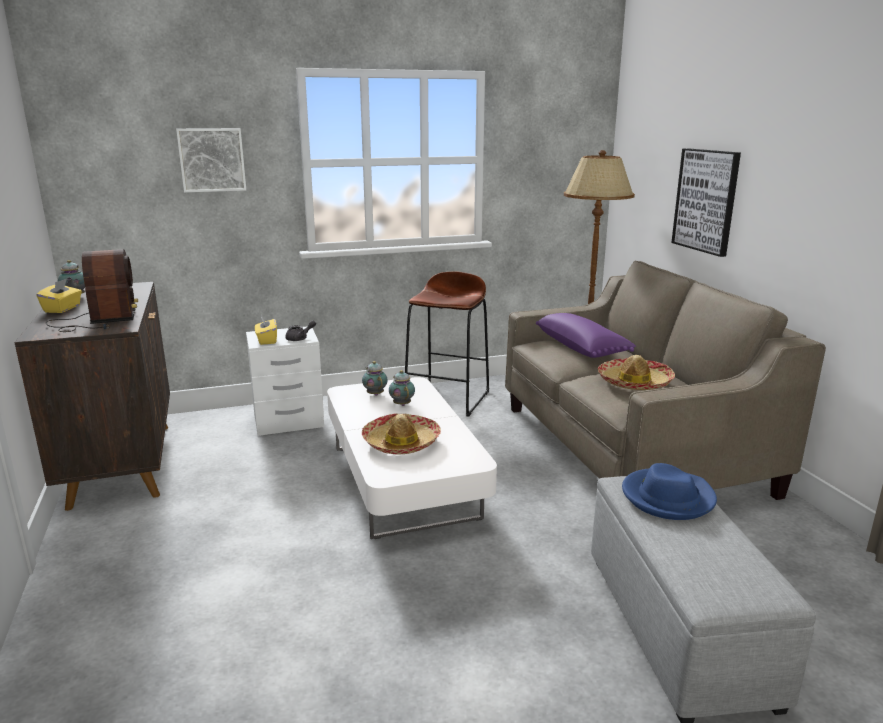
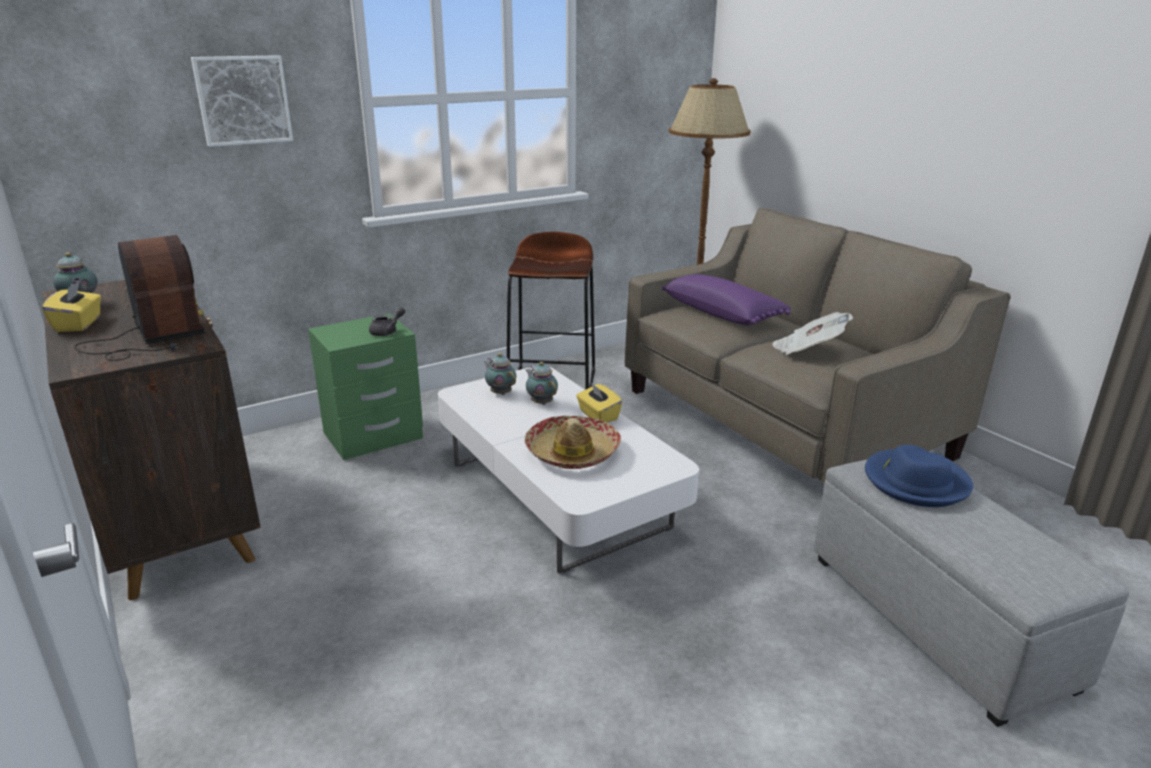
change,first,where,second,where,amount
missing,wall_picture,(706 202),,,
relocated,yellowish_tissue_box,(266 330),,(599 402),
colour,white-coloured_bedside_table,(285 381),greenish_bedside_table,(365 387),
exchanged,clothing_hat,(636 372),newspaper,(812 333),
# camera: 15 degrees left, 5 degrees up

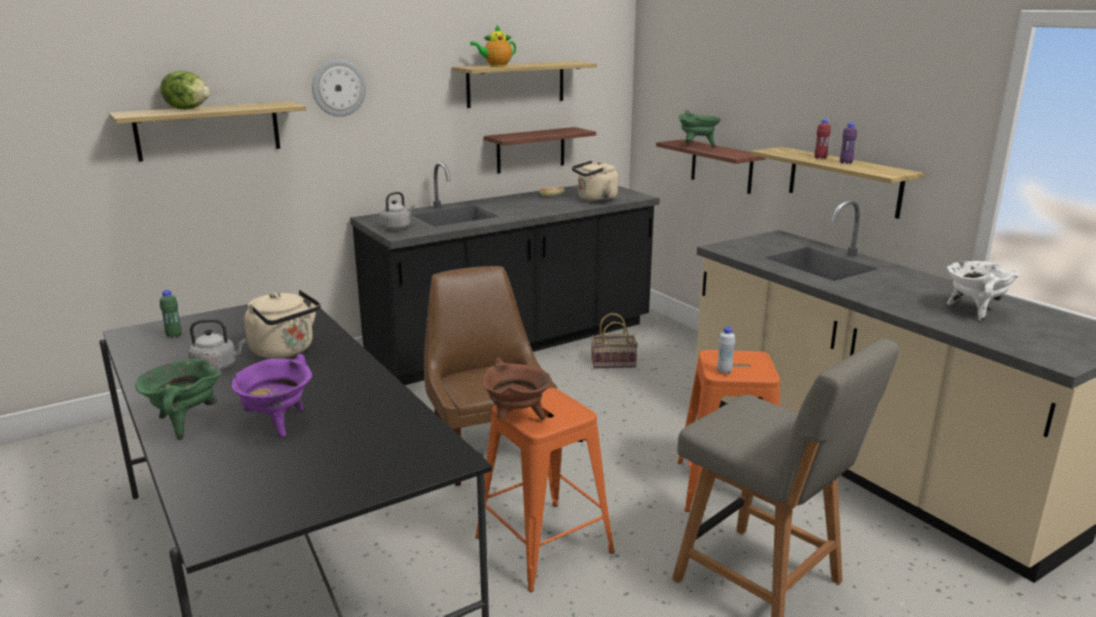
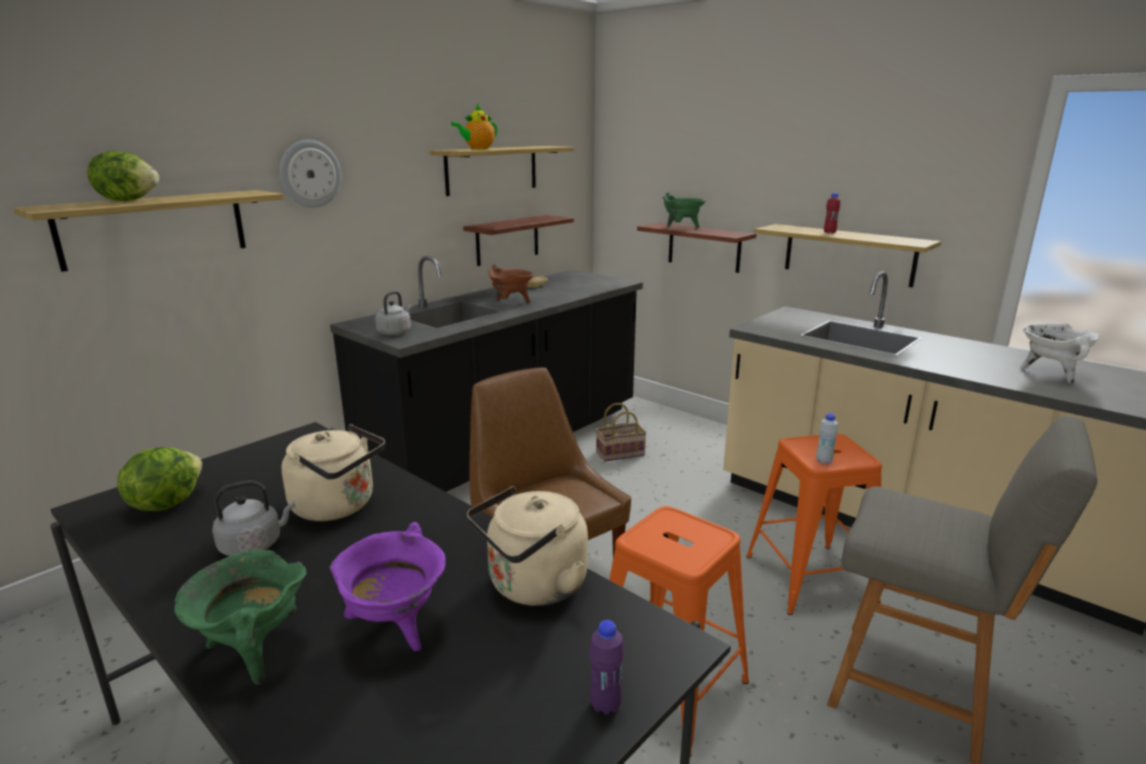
change,first,where,second,where,amount
relocated,purple_bottle,(848 143),,(606 667),
relocated,sand-coloured_tea_kettle,(595 181),,(527 546),
exchanged,greenish_bottle,(171 314),head_of_lettuce,(159 479),
relocated,brown_cooking_pot,(517 389),,(511 283),
# camera: 15 degrees left, 0 degrees up

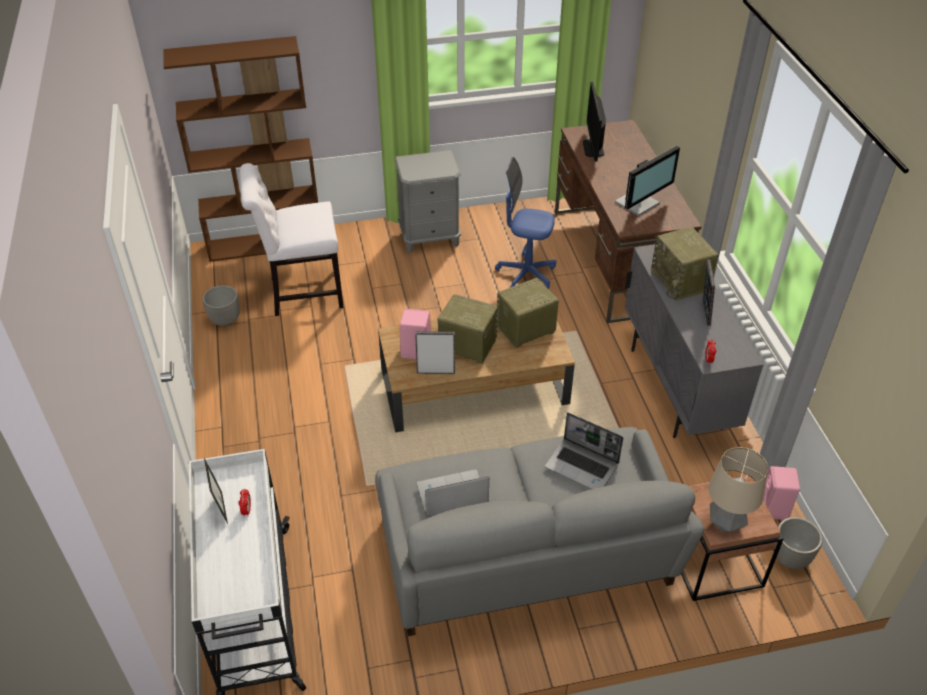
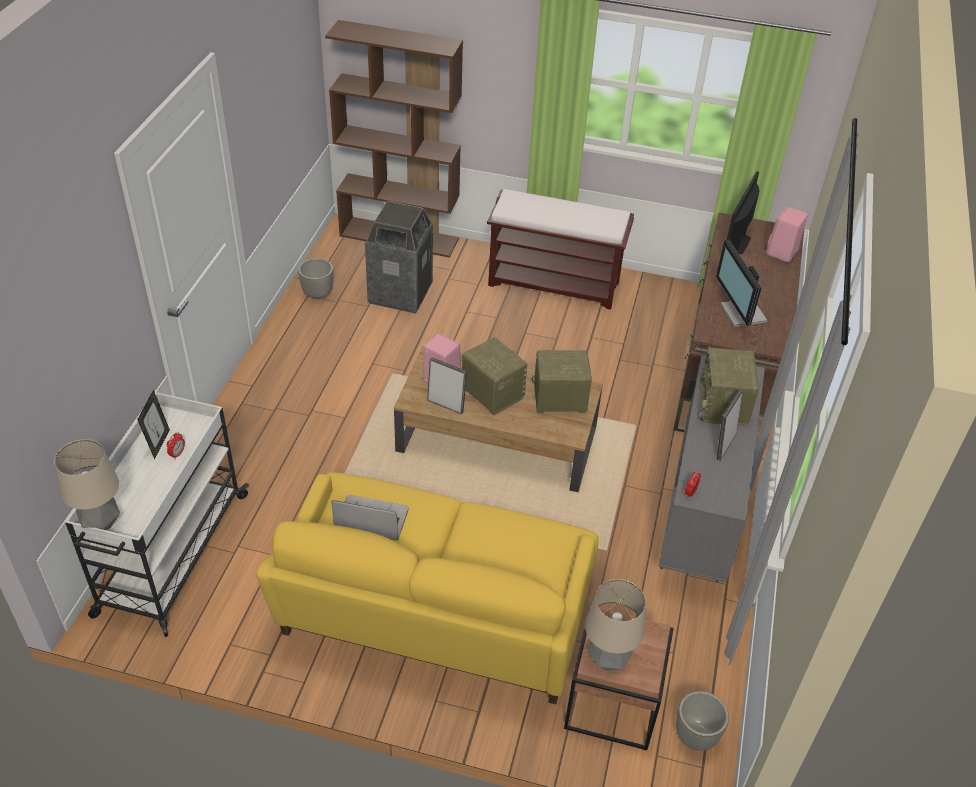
change,first,where,second,where,amount
spun,computer_display,(647 181),,(742 283),90 degrees clockwise
exchanged,grey_bedside_table,(427 201),brown_long_seat,(560 249),
missing,blue-coloured_office_chair,(525 223),,,
exchanged,white-coloured_chair,(291 239),rubbish_bin,(399 257),
missing,notebook_computer,(584 450),,,
colour,grey_couch,(539 531),yellowish_couch,(427 588),
relocated,pinkish_audio_speaker,(781 493),,(787 234),
appeared,,,table_lamp,(87 484),
# camera: 25 degrees right, 0 degrees up

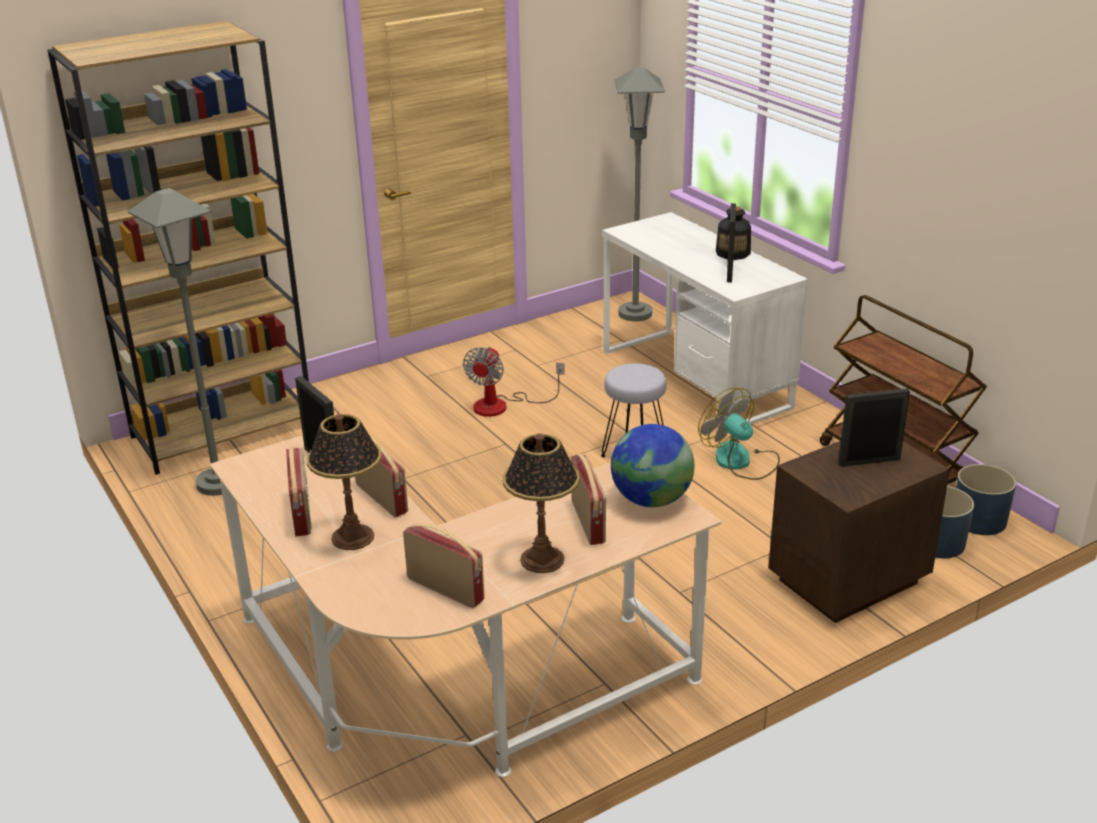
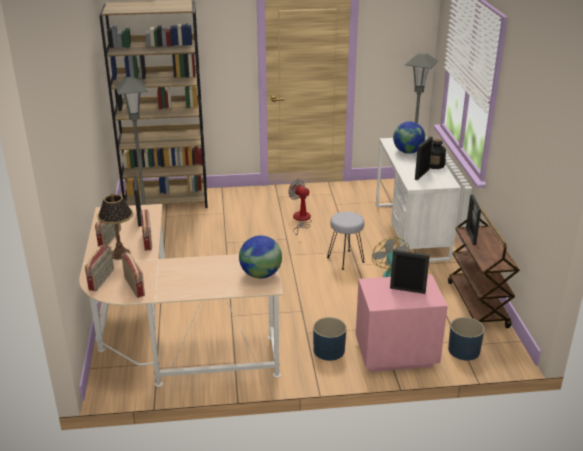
change,first,where,second,where,amount
spun,electric_fan,(514 381),,(300 207),90 degrees clockwise
missing,table_lamp,(541 503),,,
colour,brown_bedside_table,(859 532),pinkish_bedside_table,(402 323),
relocated,radio,(588 499),,(99 268),
relocated,blue-coloured_flower_pot,(986 499),,(329 339),
appeared,,,desk_globe,(409 138),
appeared,,,standing_frame,(473 220),
# camera: 25 degrees right, 0 degrees up

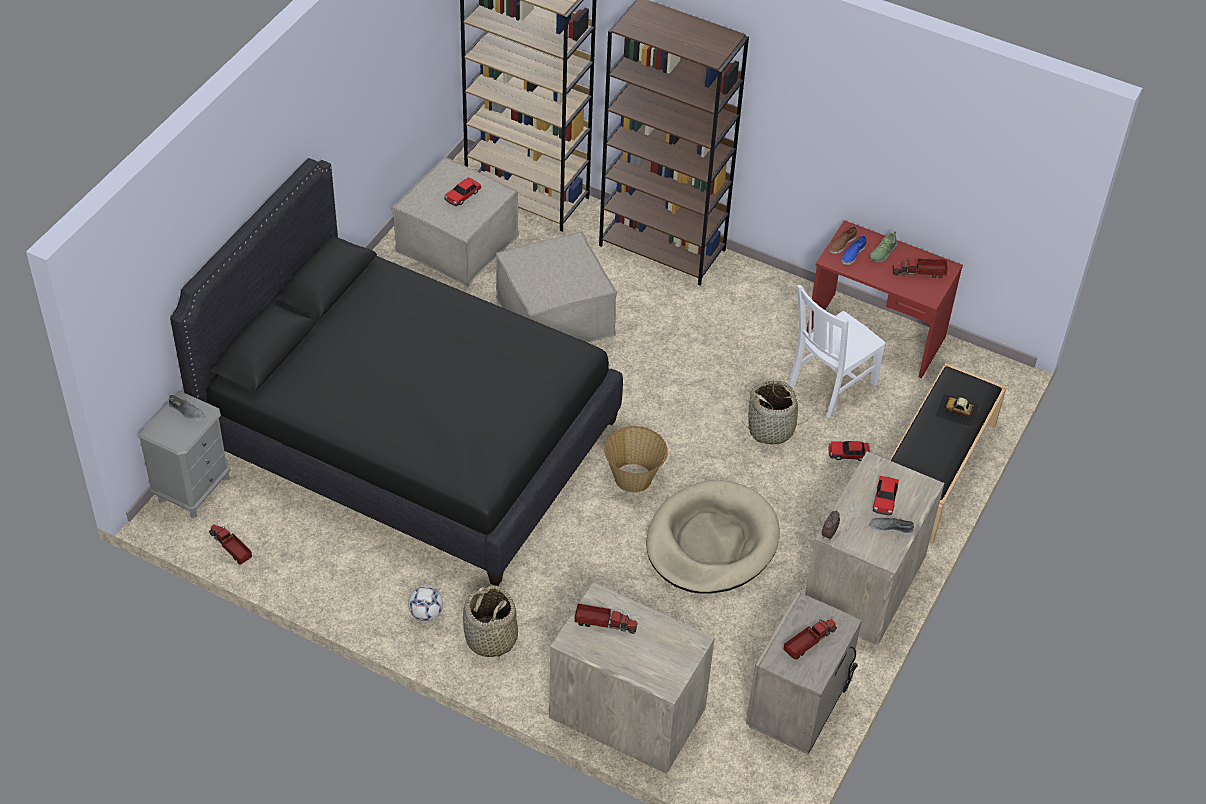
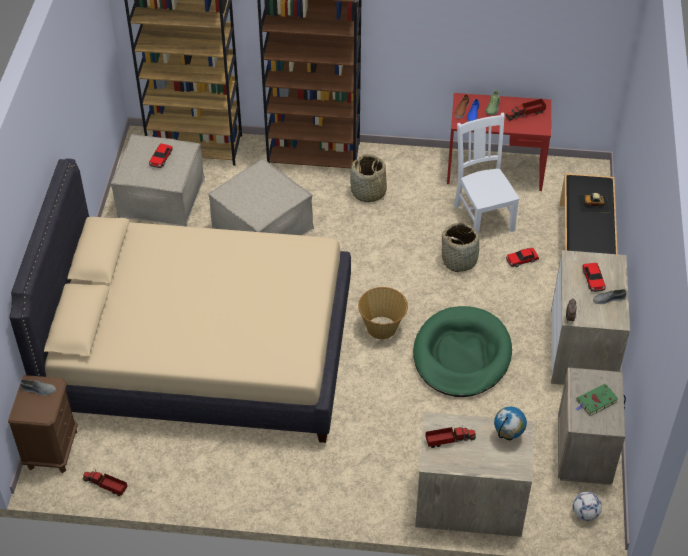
change,first,where,second,where,amount
colour,black-coloured_bed,(396 372),sand-coloured_bed,(180 301),
spun,white-coloured_chair,(837 351),,(486 173),135 degrees clockwise
colour,grey_bedside_table,(184 454),brown_bedside_table,(43 424),
colour,sand-coloured_pet_bed,(713 537),greenish_pet_bed,(462 351),
relocated,storage_basket,(490 622),,(368 178),
relocated,football_ball,(425 603),,(587 506),
exchanged,toy_truck,(810 639),greenish_volume,(597 400),
appeared,,,desk_globe,(510 423),
# camera: 20 degrees left, 0 degrees up

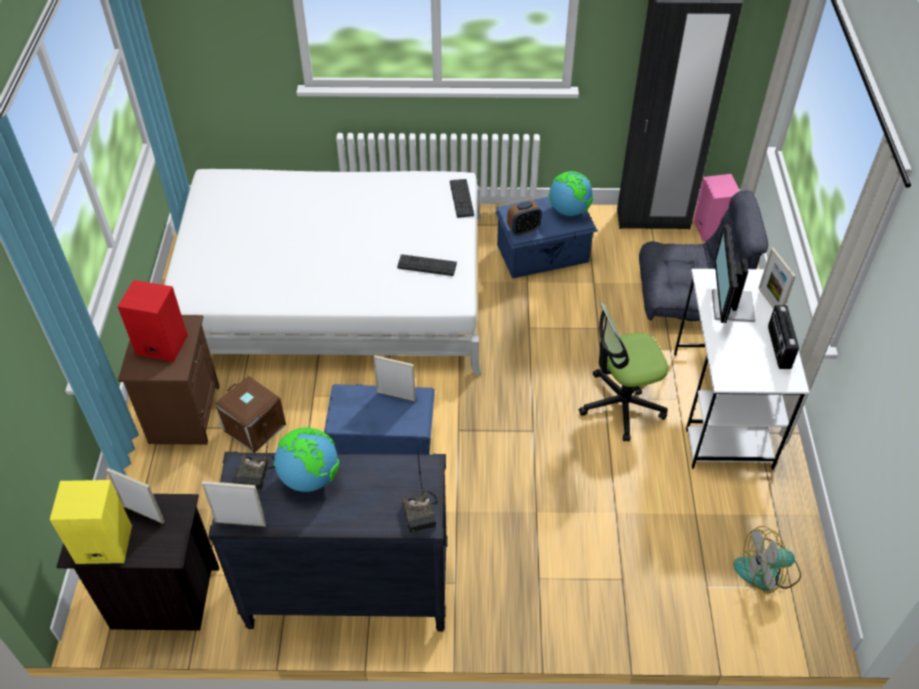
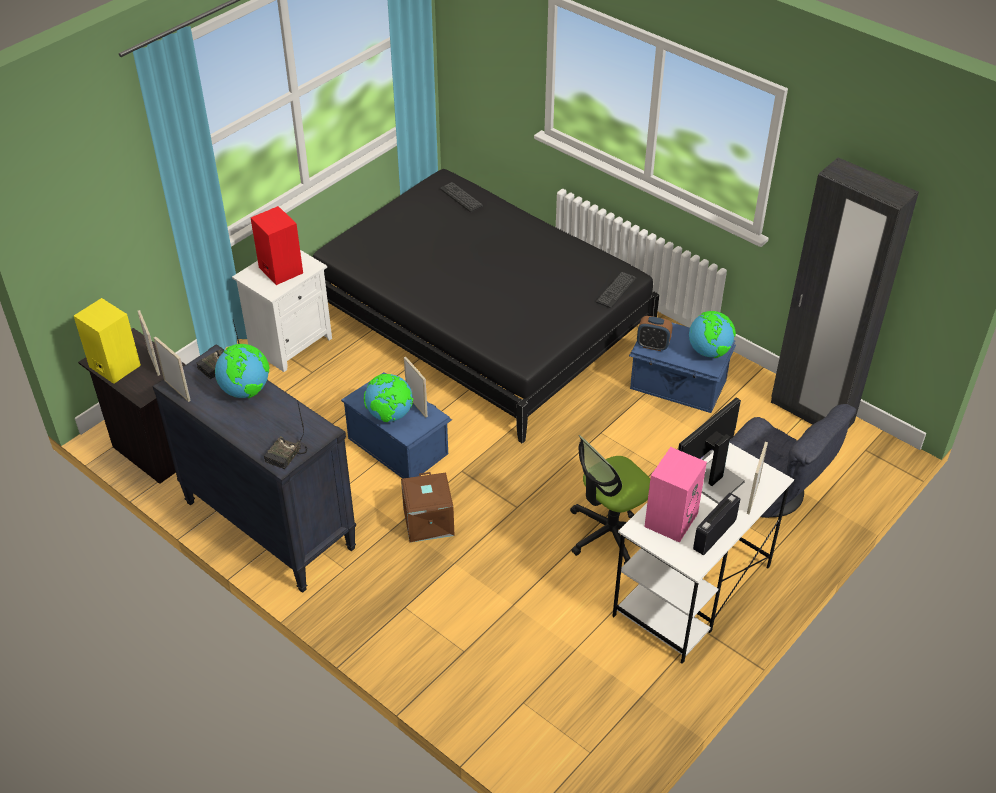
change,first,where,second,where,amount
colour,white-coloured_bed,(322 272),black-coloured_bed,(486 306),
relocated,pinkish_audio_speaker,(716 208),,(675 495),
relocated,PC_keyboard,(427 265),,(461 197),
spun,office_chair,(623 372),,(610 500),60 degrees counterclockwise
colour,brown_bedside_table,(168 380),white-coloured_bedside_table,(282 311),
relocated,brown_storage_bin,(250 414),,(428 507),
missing,electric_fan,(767 559),,,
appeared,,,desk_globe,(388 398),
# camera: 40 degrees right, 5 degrees down

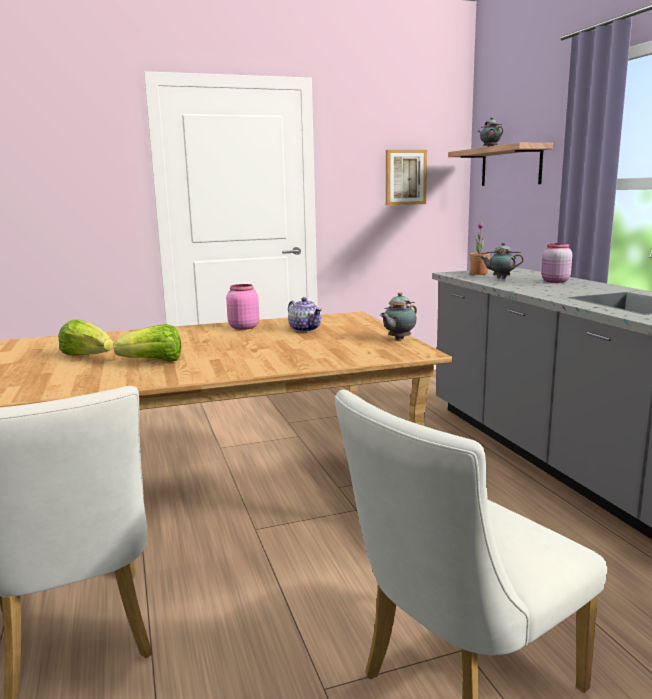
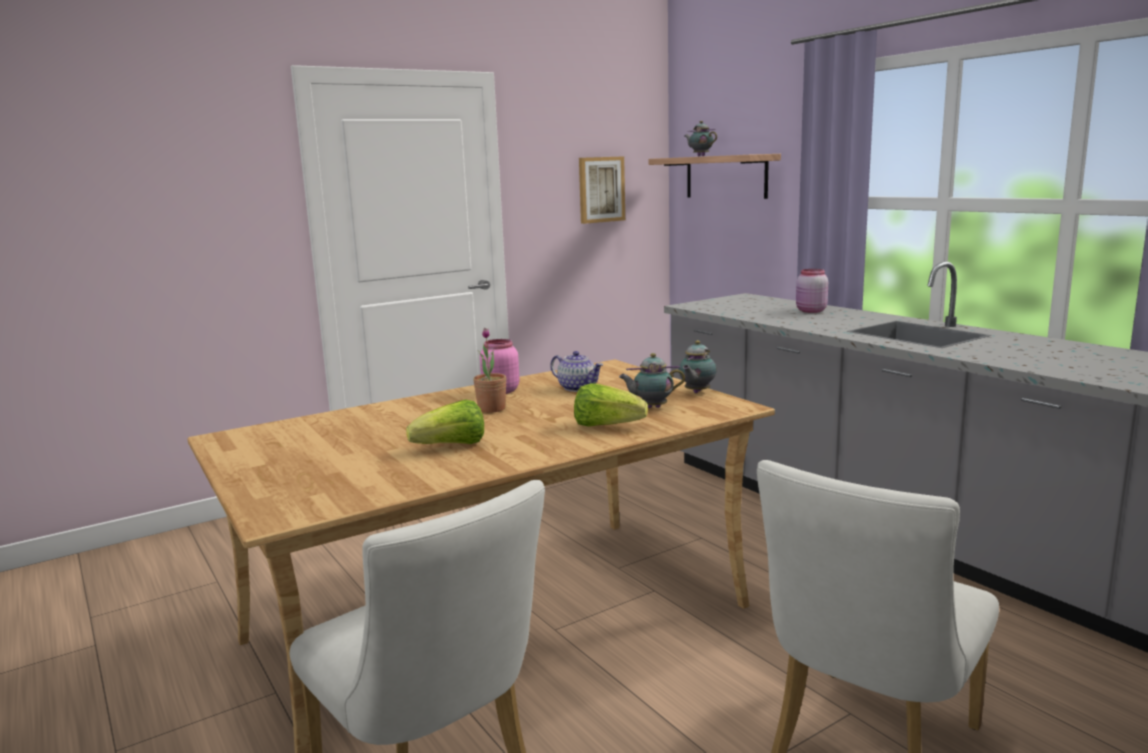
change,first,where,second,where,amount
relocated,houseplant,(480 248),,(490 370),
relocated,pot_for_tea,(502 261),,(652 380),
relocated,head_of_lettuce,(85 338),,(611 405),
# camera: 15 degrees left, 0 degrees up

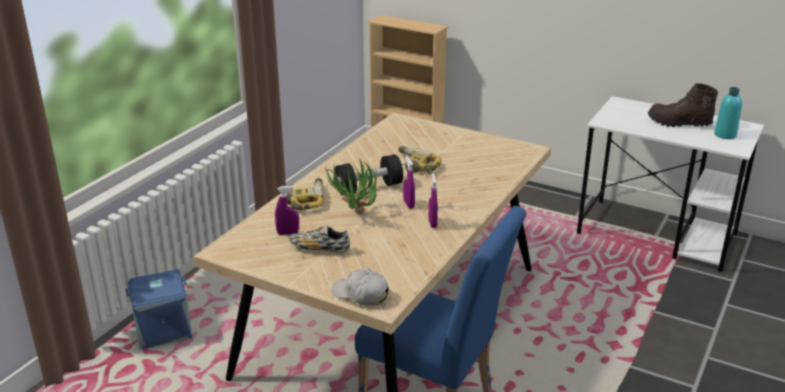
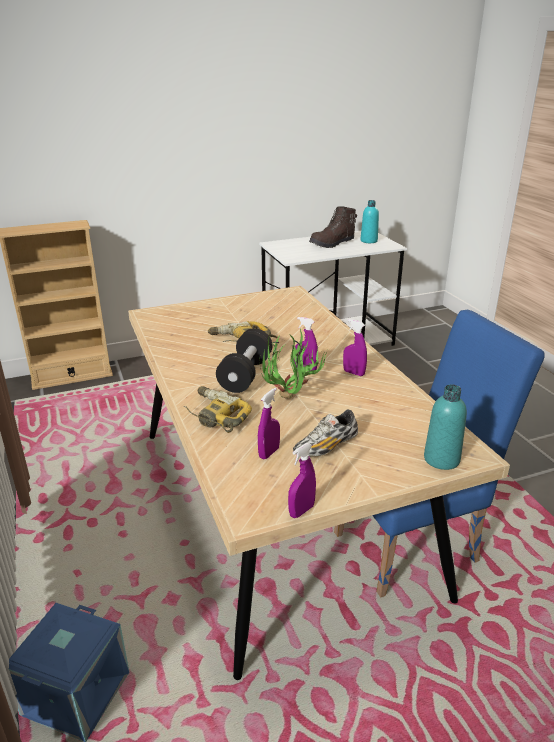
change,first,where,second,where,amount
exchanged,white-coloured_peaked_cap,(360 287),blue-green_bottle,(445 427),
appeared,,,purple_hand_sprayer,(302 480),
# camera: 50 degrees left, 0 degrees up

